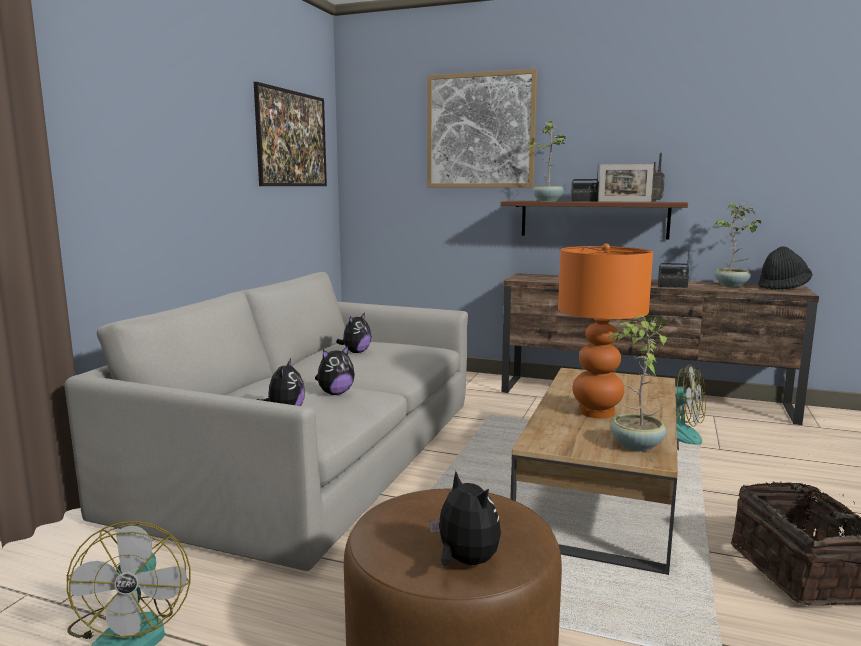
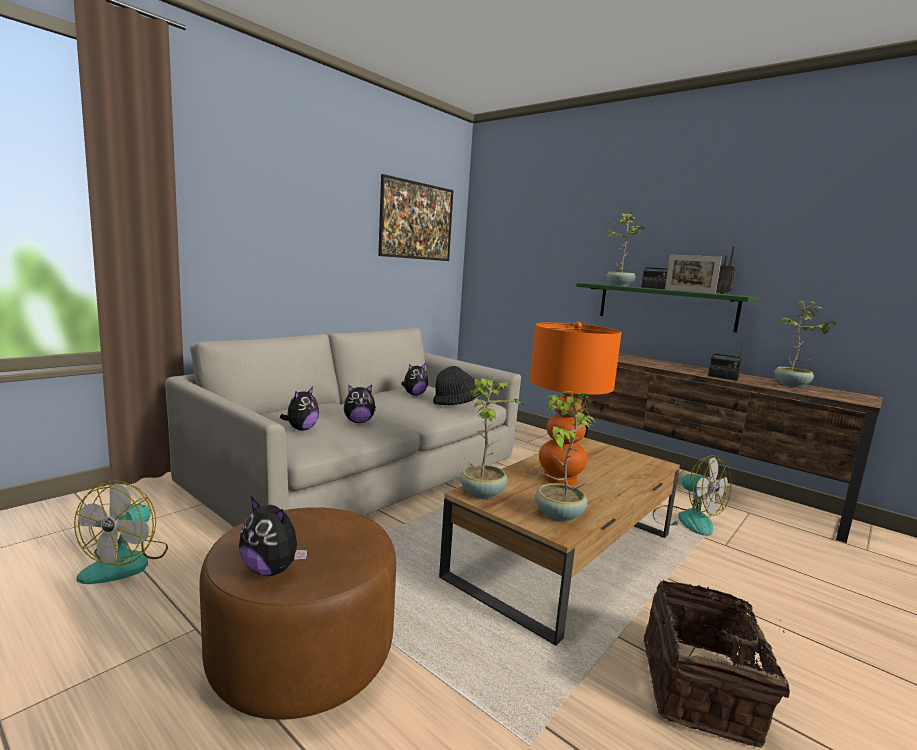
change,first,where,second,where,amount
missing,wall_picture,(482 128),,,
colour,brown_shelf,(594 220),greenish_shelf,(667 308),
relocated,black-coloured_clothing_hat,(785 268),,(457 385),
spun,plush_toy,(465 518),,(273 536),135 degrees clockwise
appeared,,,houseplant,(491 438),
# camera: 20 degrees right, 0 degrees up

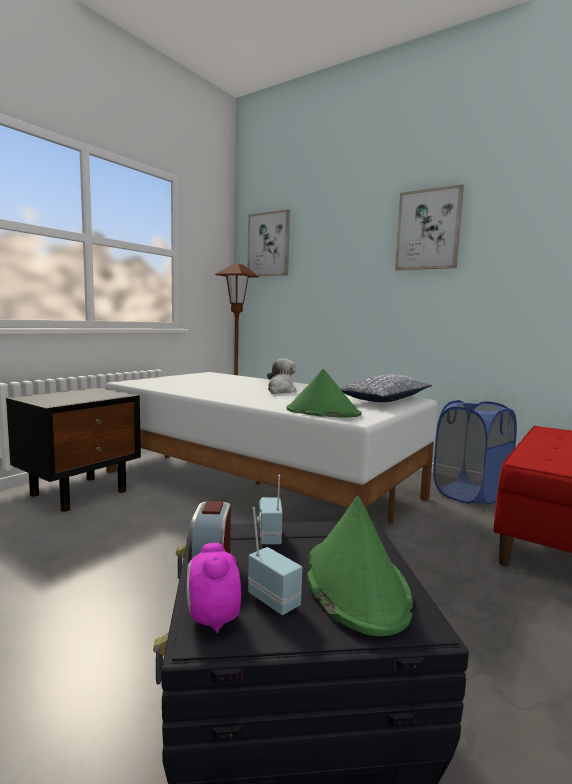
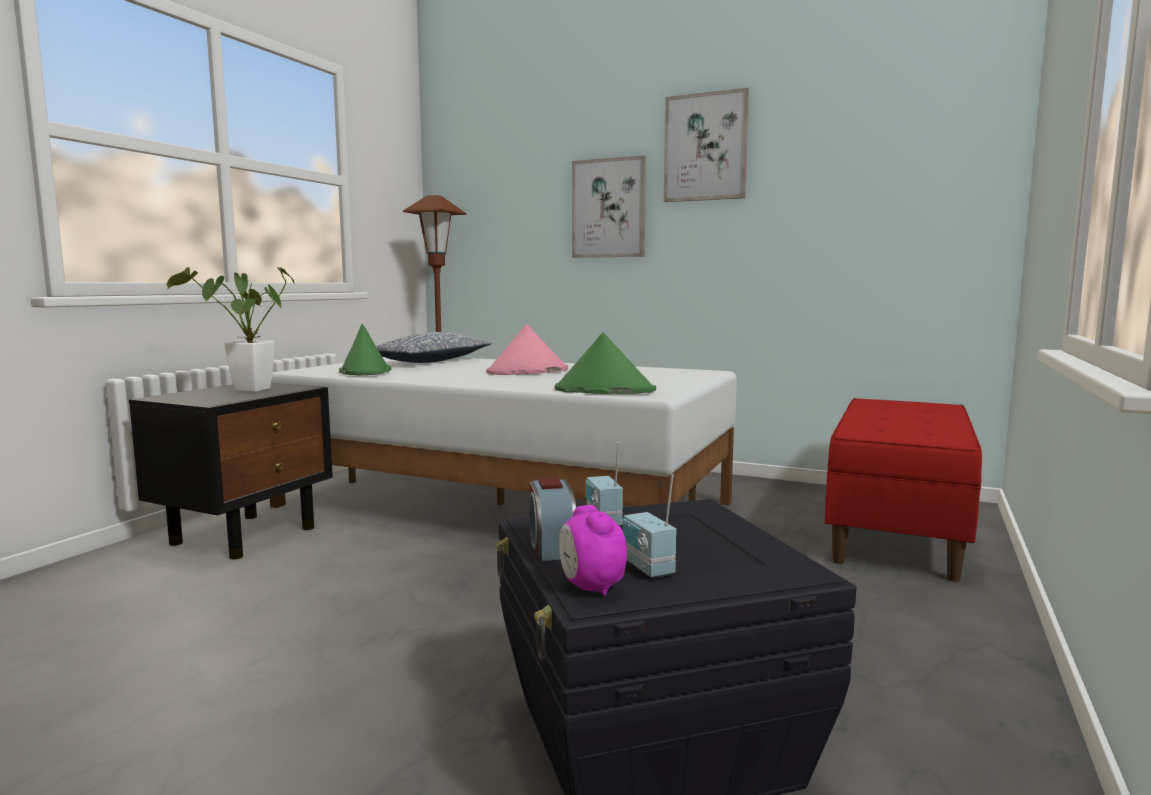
change,first,where,second,where,amount
relocated,wall_picture,(269 242),,(609 206),
exchanged,plush_toy,(281 376),pinkish_clothing_hat,(527 349),
relocated,pillow,(386 388),,(433 347),
missing,blue-coloured_laundry_basket,(475 452),,,
relocated,greenish_clothing_hat,(360 566),,(365 349),
spun,radio,(275 561),,(649 526),150 degrees counterclockwise
appeared,,,houseplant,(230 329),
# camera: 10 degrees left, 0 degrees up

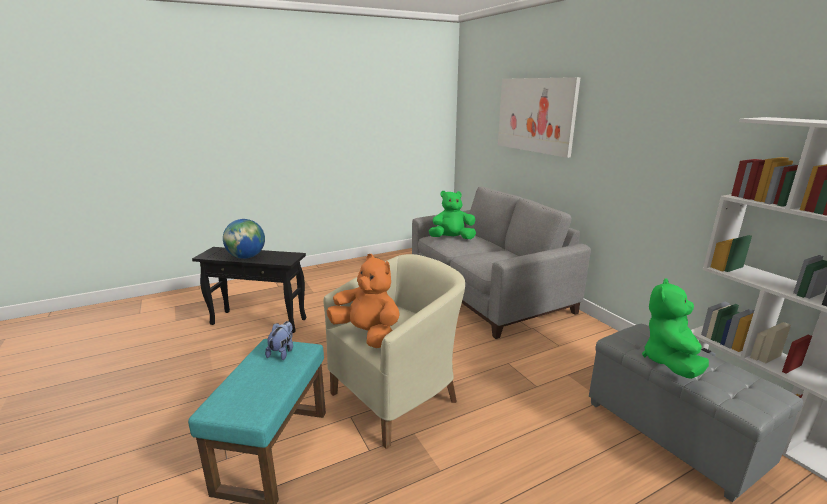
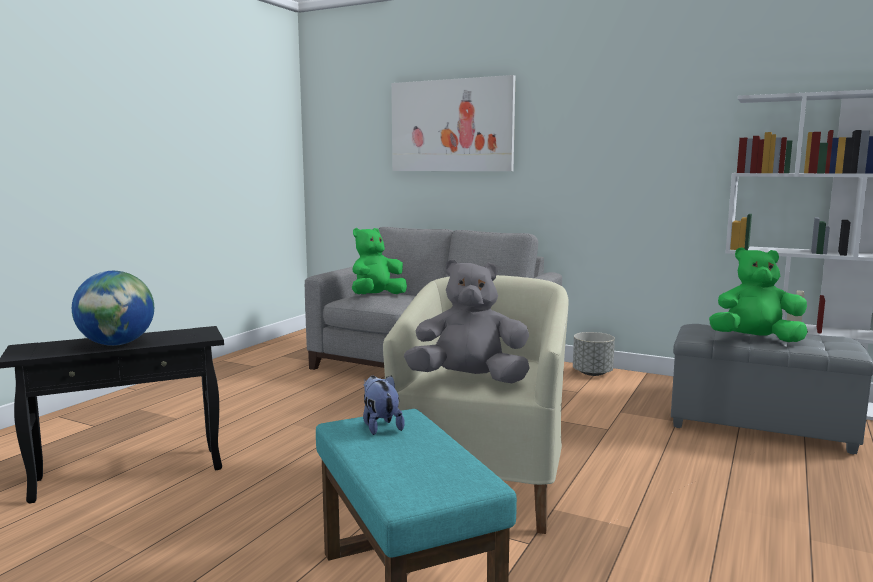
change,first,where,second,where,amount
colour,orangey_plush_toy,(363 301),grey_plush_toy,(467 321),
spun,greenish_plush_toy,(675 328),,(758 294),105 degrees clockwise
appeared,,,grey_flower_pot,(594 354),
# camera: 35 degrees left, 10 degrees down

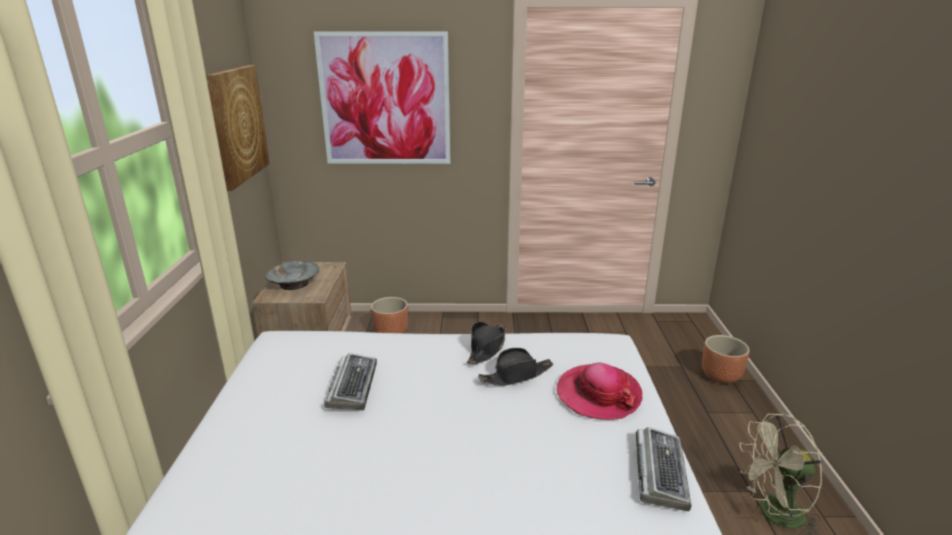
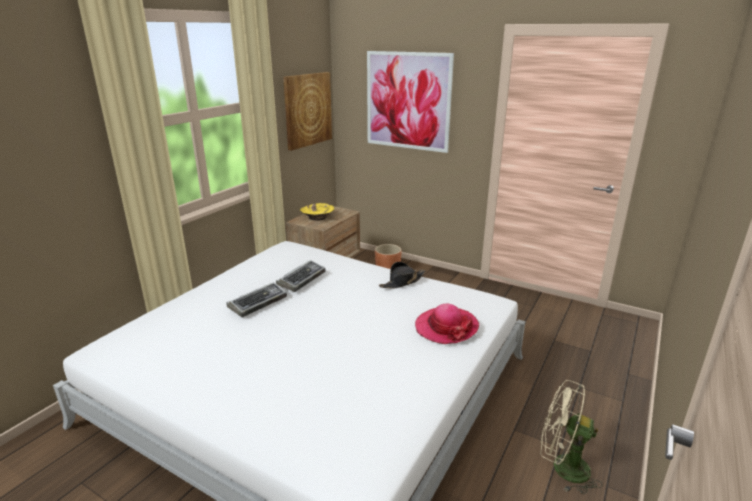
change,first,where,second,where,amount
colour,grey_serving_bowl,(292 275),yellowish_serving_bowl,(317 211),
missing,brown_flower_pot,(726 359),,,
missing,black-coloured_clothing_hat,(515 367),,,
relocated,PC_keyboard,(663 469),,(256 299),
# camera: 30 degrees right, 0 degrees up

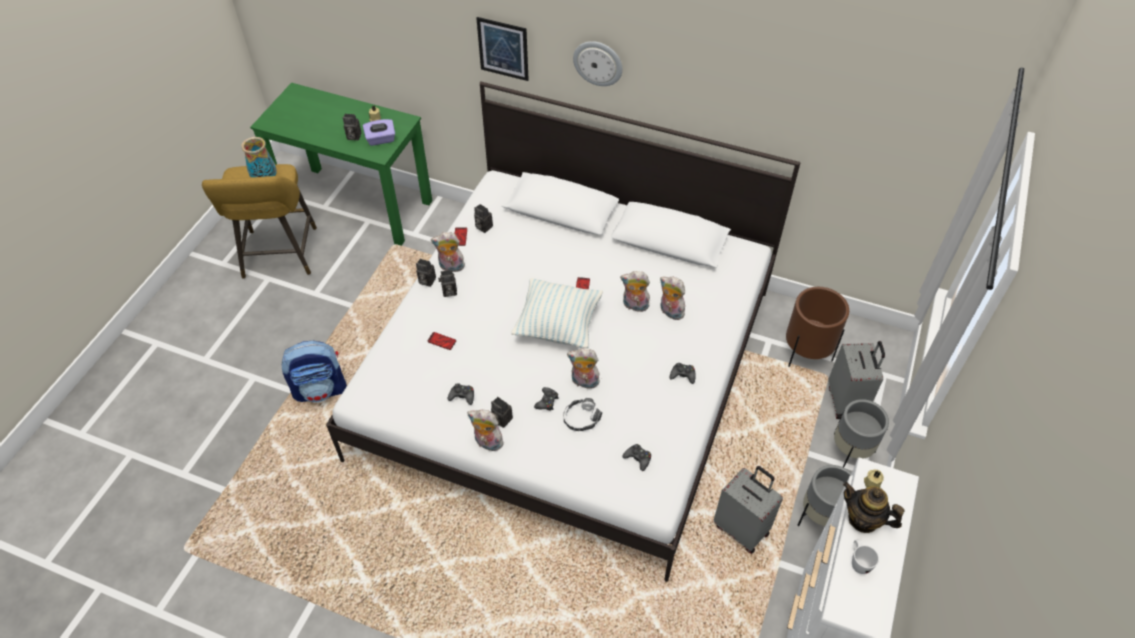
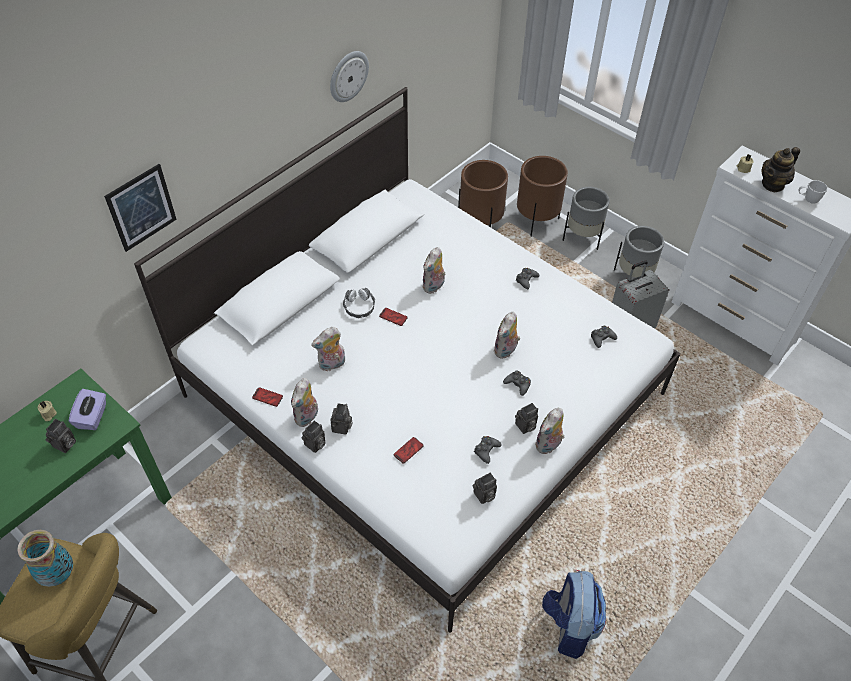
change,first,where,second,where,amount
relocated,clock_on_the_wall,(597 63),,(349 76),
relocated,photo_camera,(483 218),,(485 488),
relocated,plush_toy,(672 298),,(328 349),
missing,pillow,(557 313),,,
relocated,rucksack,(314 371),,(574 614),
exchanged,grey_travel_case,(856 380),brown_flower_pot,(542 196),
relocated,headset,(583 414),,(359 303),
# camera: 70 degrees left, 0 degrees up

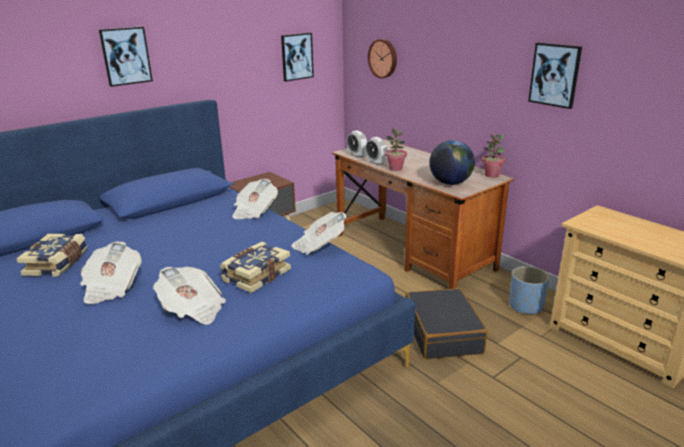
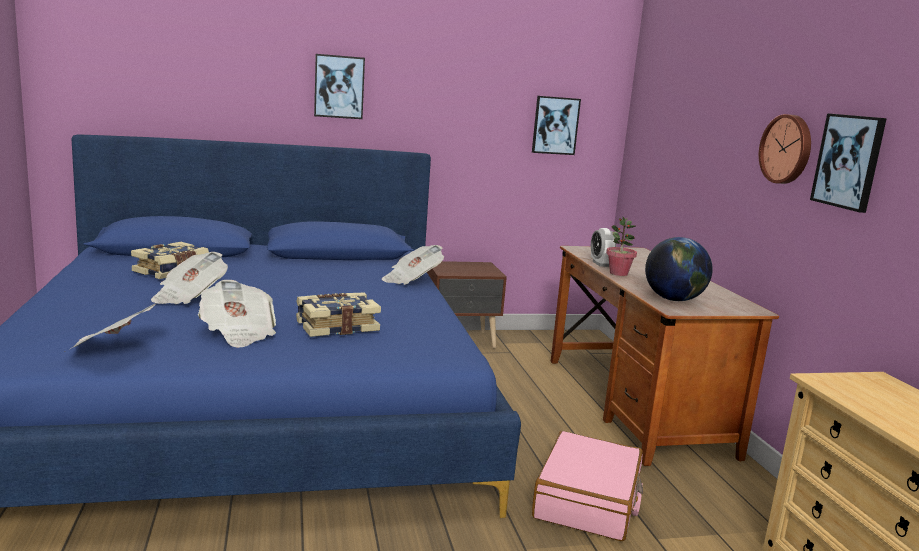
change,first,where,second,where,amount
relocated,clock_on_the_wall,(382 58),,(785 149),
missing,bedside_clock,(357 144),,,
missing,houseplant,(493 156),,,
relocated,newspaper,(319 233),,(110 327),
missing,blue-coloured_flower_pot,(529 290),,,
colour,black-coloured_travel_case,(446 323),pinkish_travel_case,(587 486),
# camera: 25 degrees right, 10 degrees down

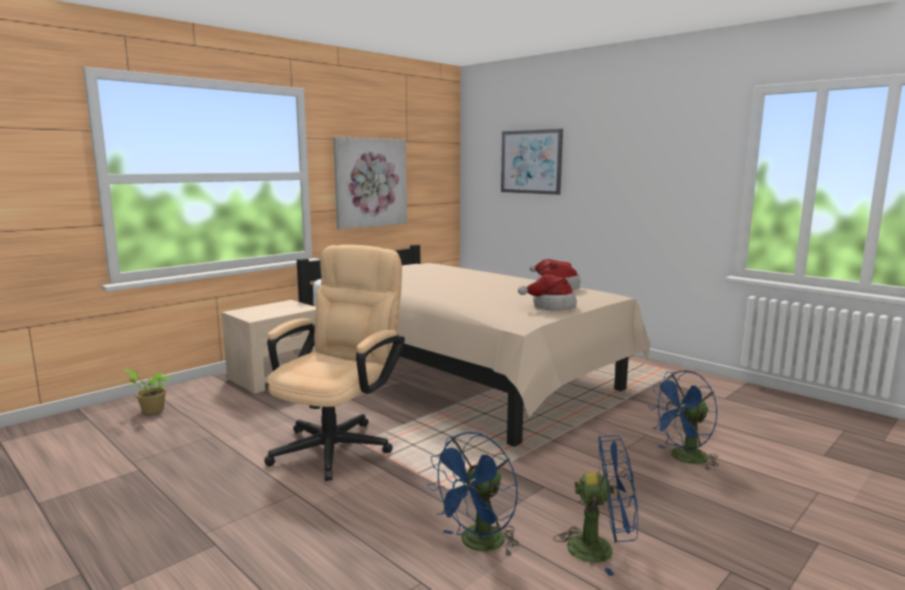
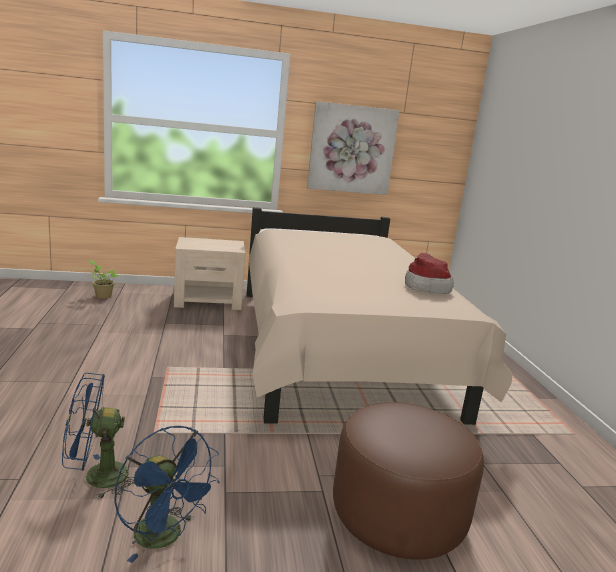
change,first,where,second,where,amount
missing,wall_picture,(532 162),,,
missing,sand-coloured_office_chair,(334 363),,,
missing,clothing_hat,(547 292),,,
exchanged,blue-coloured_electric_fan,(683 420),brown_pouffe,(408 481),
# camera: 35 degrees right, 5 degrees up

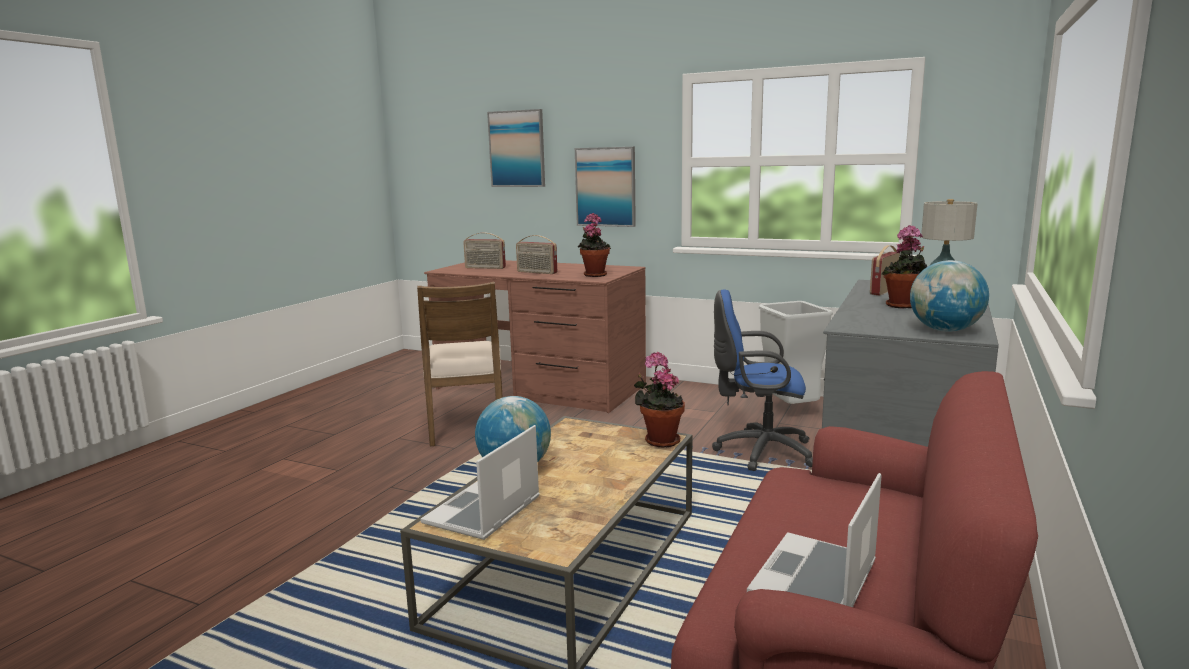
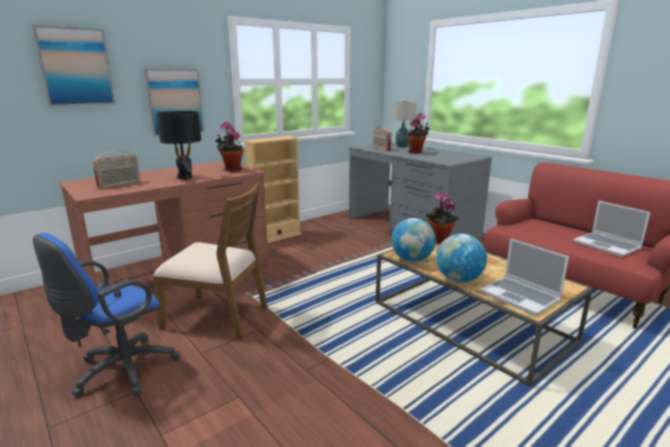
change,first,where,second,where,amount
exchanged,radio,(536 254),black-coloured_table_lamp,(178 145),
relocated,desk_globe,(949 296),,(413 240),
relocated,blue-coloured_office_chair,(762 380),,(106 315),
missing,grey_rubbish_bin,(796 352),,,
appeared,,,sand-coloured_shelving_unit,(272 190),
# camera: 65 degrees left, 5 degrees up

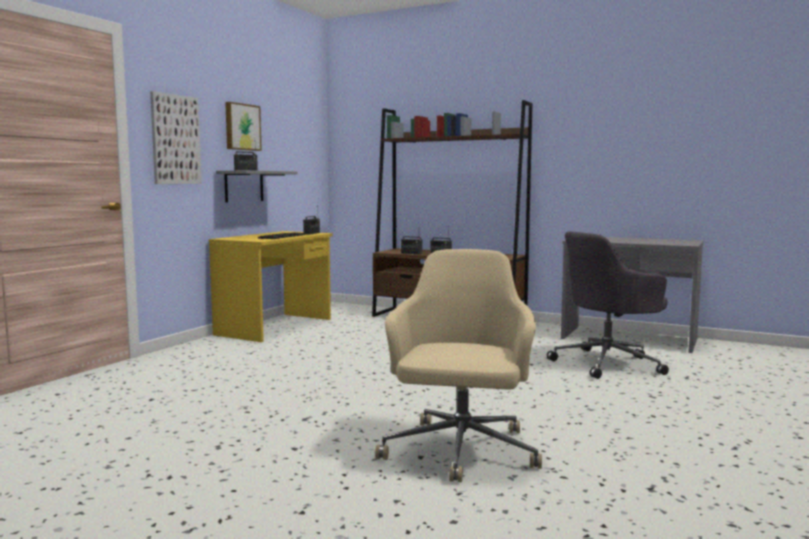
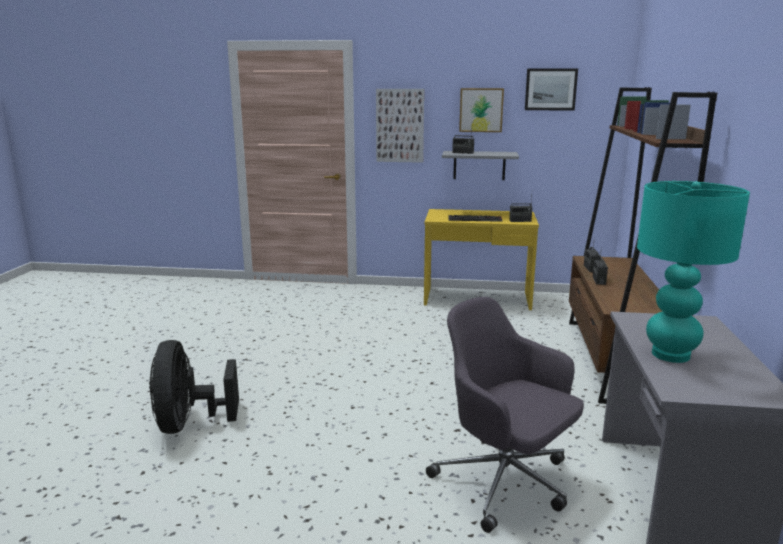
change,first,where,second,where,amount
exchanged,sand-coloured_office_chair,(458 365),black-coloured_electric_fan,(194 387),
appeared,,,wall_picture,(551 89),
appeared,,,blue-green_table_lamp,(693 272),
# camera: 70 degrees right, 10 degrees up

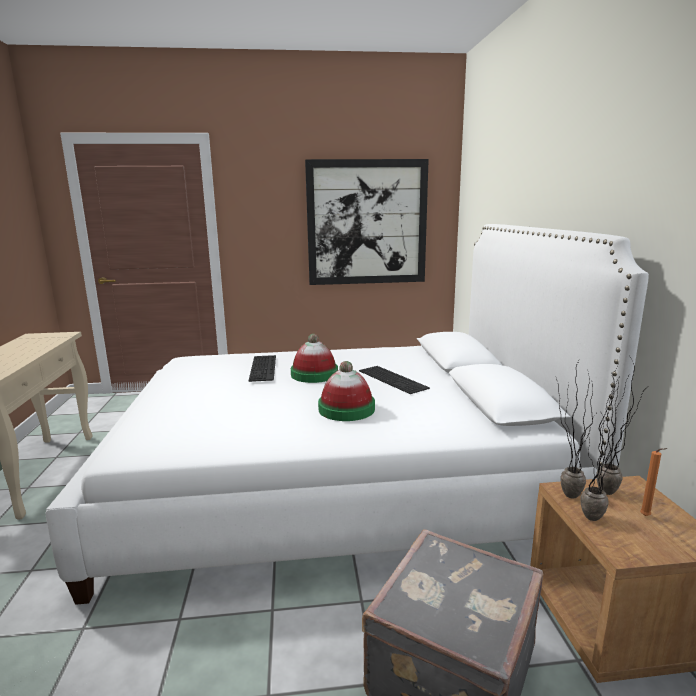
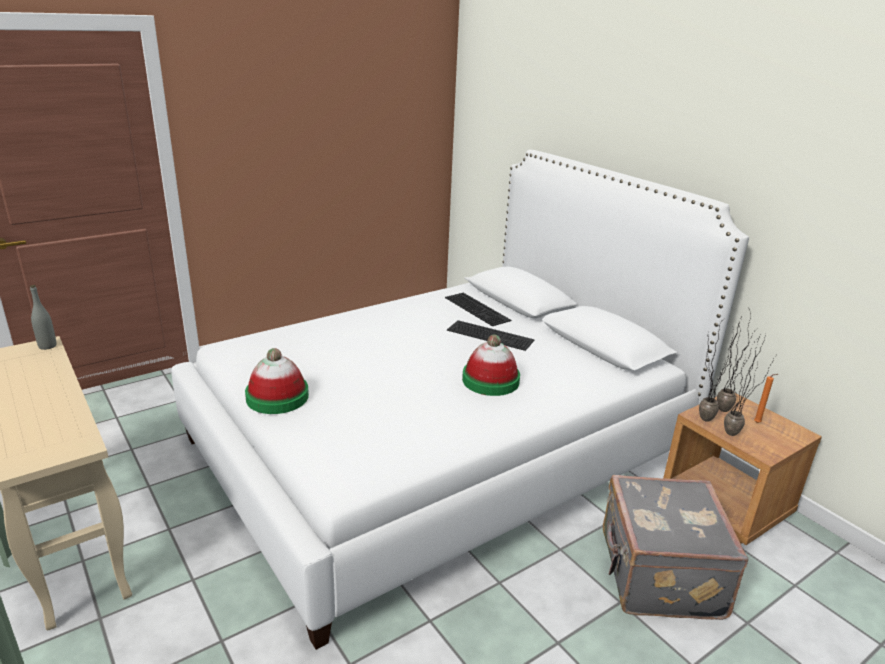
change,first,where,second,where,amount
missing,wall_picture,(367 222),,,
relocated,clothing_hat,(314 358),,(277 381),
relocated,PC_keyboard,(262 368),,(478 309),
appeared,,,grey_bottle,(43 317),
# camera: 30 degrees left, 10 degrees up

